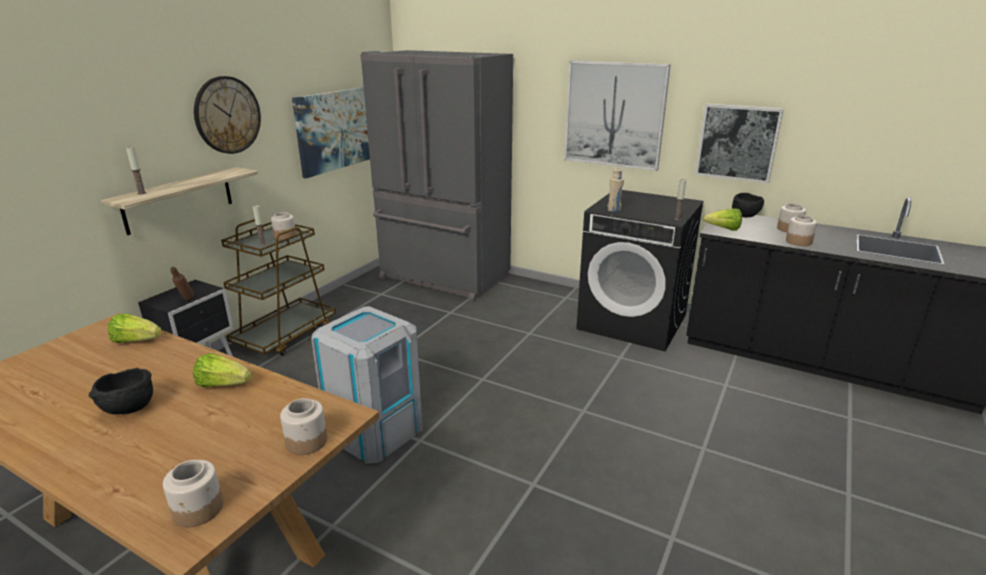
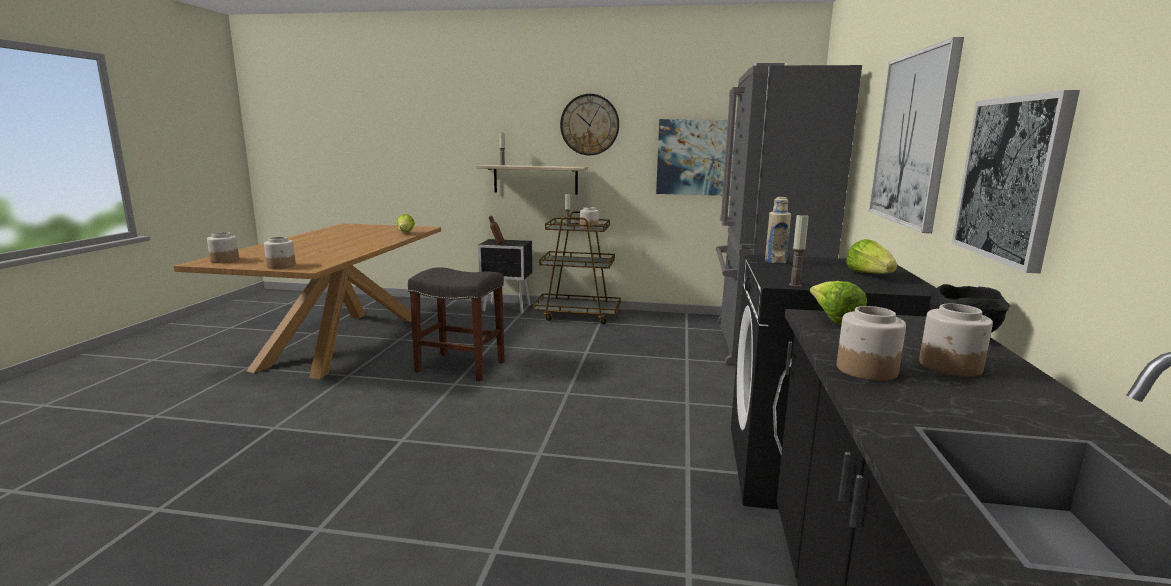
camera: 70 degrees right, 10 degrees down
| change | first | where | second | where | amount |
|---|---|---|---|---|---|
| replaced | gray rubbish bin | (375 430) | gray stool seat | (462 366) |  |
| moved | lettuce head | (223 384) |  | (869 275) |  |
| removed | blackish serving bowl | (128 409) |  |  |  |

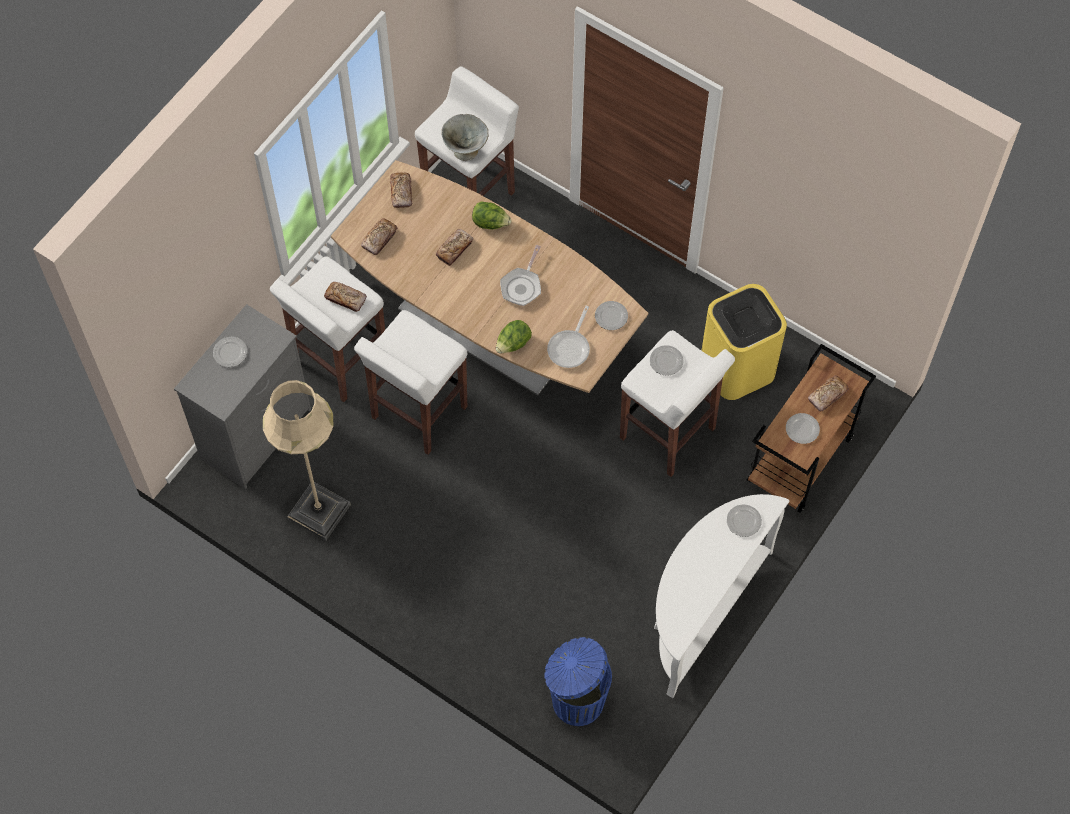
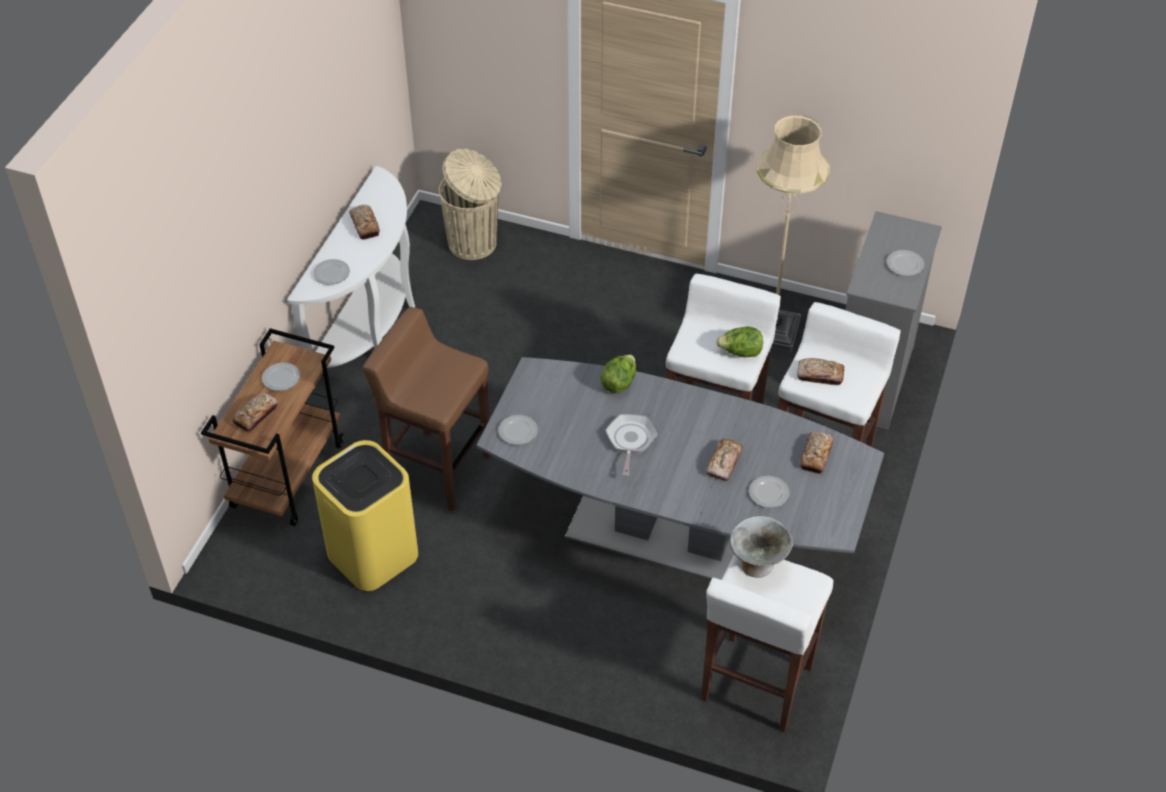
camera: 165 degrees right, 15 degrees down
| change | first | where | second | where | amount |
|---|---|---|---|---|---|
| moved | bread | (401 192) |  | (364 225) |  |
| recoloured | whitish stool seat | (668 434) | brown stool seat | (437 470) |  |
| recoloured | bluish rubbish bin | (576 700) | beige rubbish bin | (474 243) |  |
| recoloured | brown dinner table | (487 327) | gray dinner table | (673 533) |  |
| moved | lettuce head | (490 223) |  | (740 353) |  |
| moved | dinner plate | (666 361) |  | (768 493) |  |
| removed | frying pan | (570 347) |  |  |  |

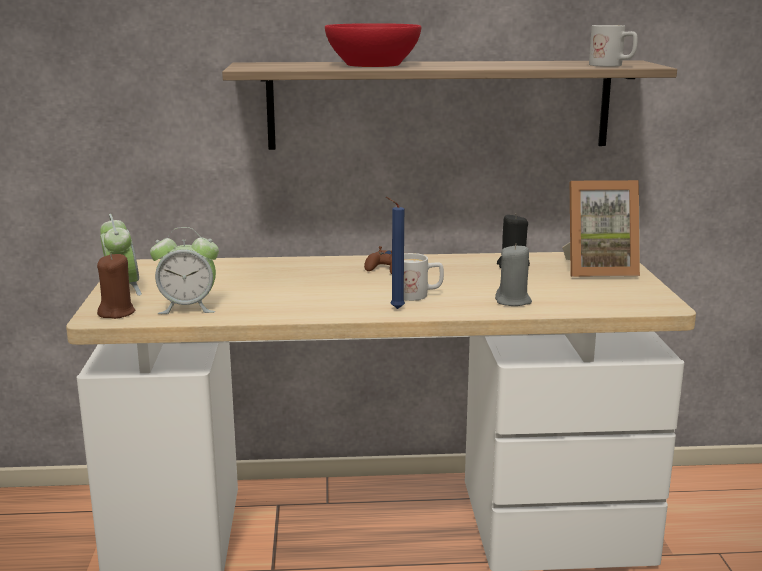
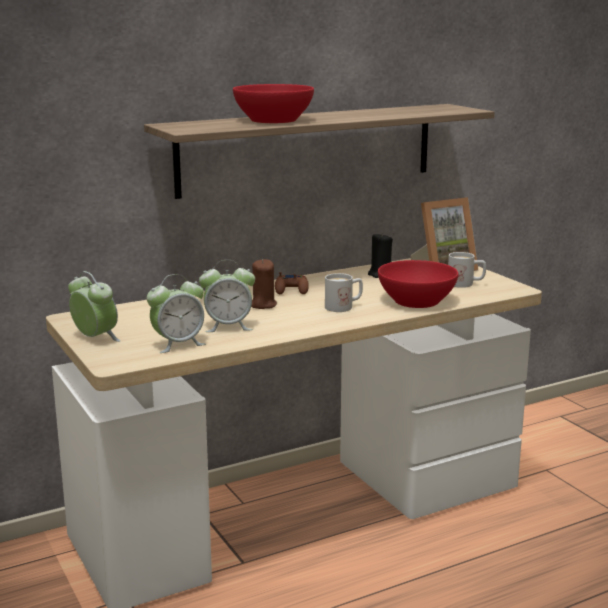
camera: 25 degrees left, 0 degrees up
| change | first | where | second | where | amount |
|---|---|---|---|---|---|
| added |  |  | table clock | (228 326) |  |
| moved | brown wax light | (117 313) |  | (263 305) |  |
| replaced | gray wax light | (513 301) | red-coloured serving bowl | (416 301) |  |
| moved | whitish coffee mug | (612 65) |  | (466 284) |  |
| removed | bluish wax light | (395 309) |  |  |  |

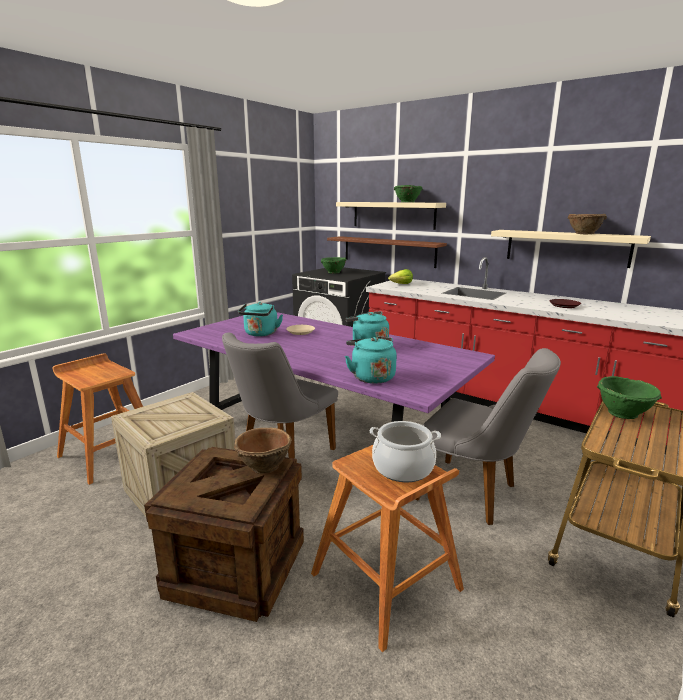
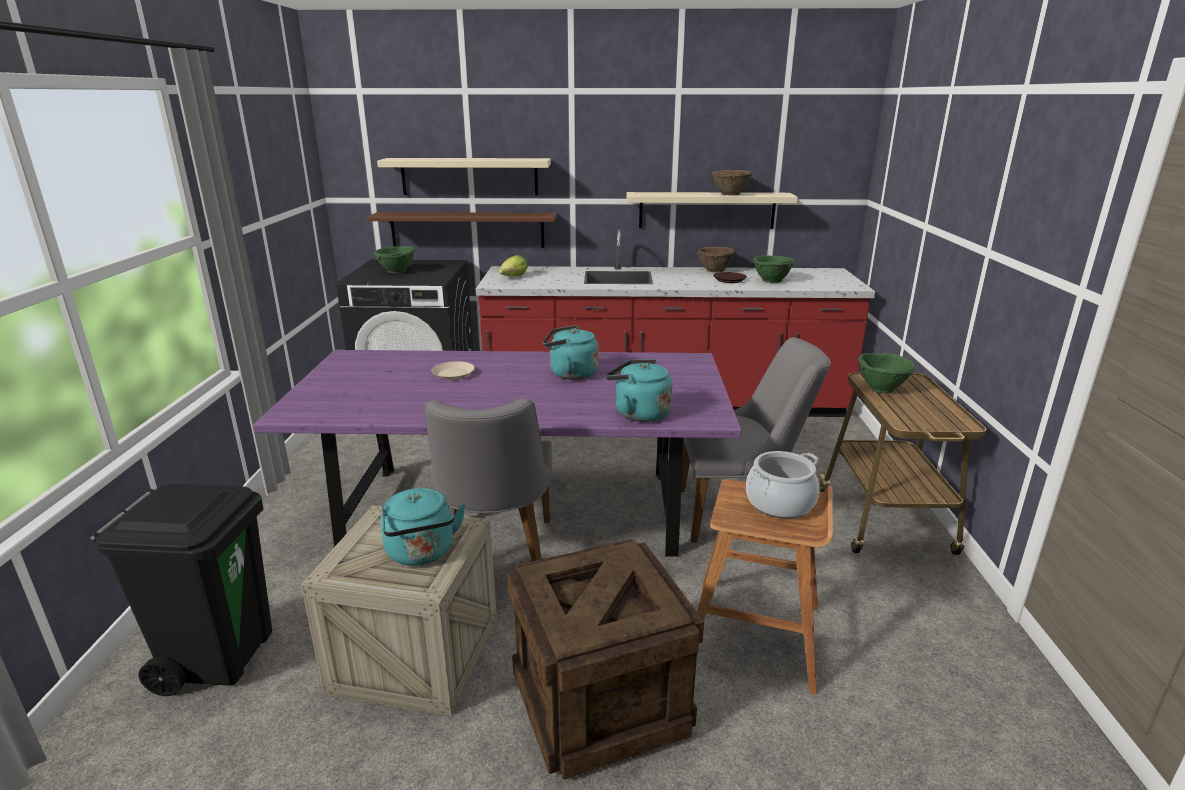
camera: 35 degrees left, 5 degrees up
| change | first | where | second | where | amount |
|---|---|---|---|---|---|
| replaced | brown stool seat | (110 453) | blackish rubbish bin | (220 657) |  |
| moved | turquoise tea kettle | (260 334) |  | (422 553) |  |
| moved | brown serving bowl | (264 466) |  | (714 270) |  |
| moved | greenish serving bowl | (407 202) |  | (771 280) |  |

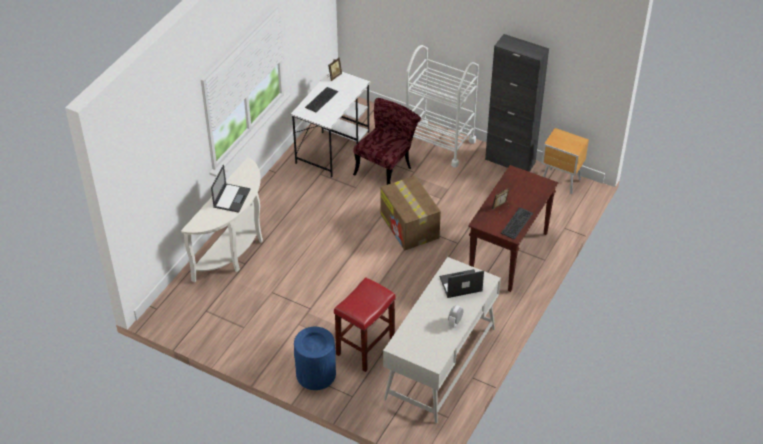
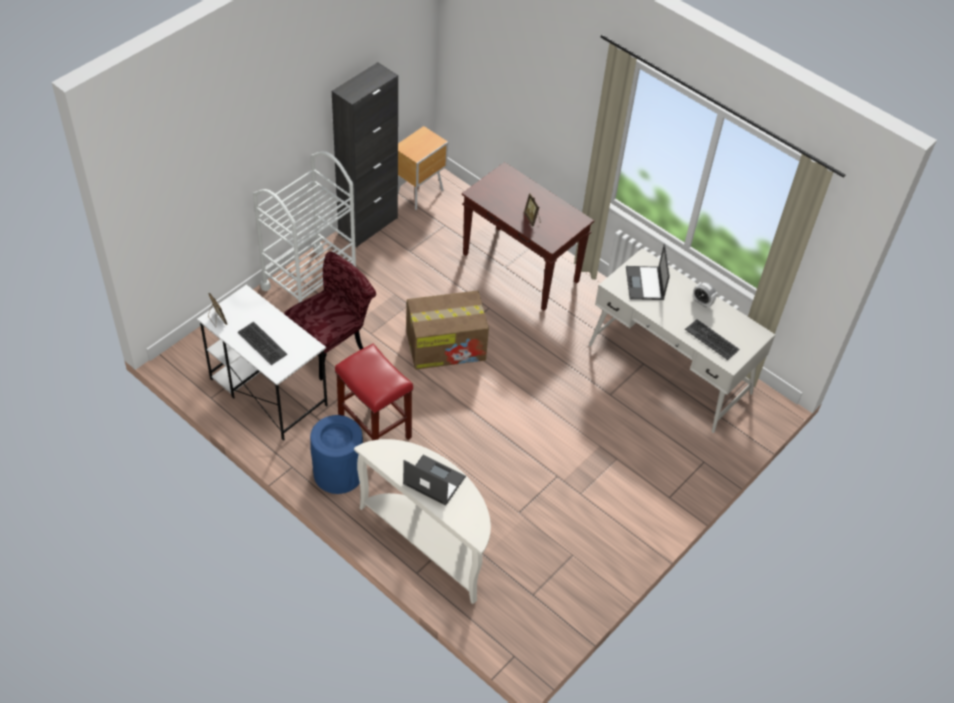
camera: 80 degrees left, 5 degrees up
| change | first | where | second | where | amount |
|---|---|---|---|---|---|
| turned | red-coloured upright chair | (386 168) |  | (332 344) | 90 degrees clockwise |
| moved | bluish rubbish bin | (316 374) |  | (338 472) |  |
| moved | red-coloured stool seat | (365 347) |  | (373 429) |  |
| moved | keyboard | (517 223) |  | (712 339) |  |

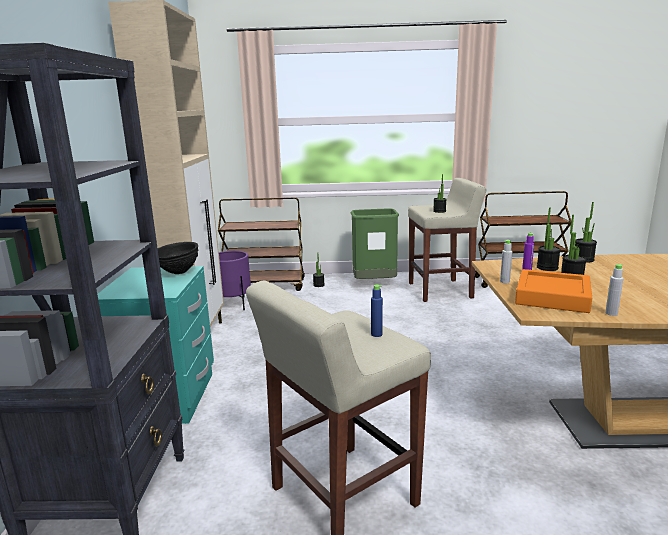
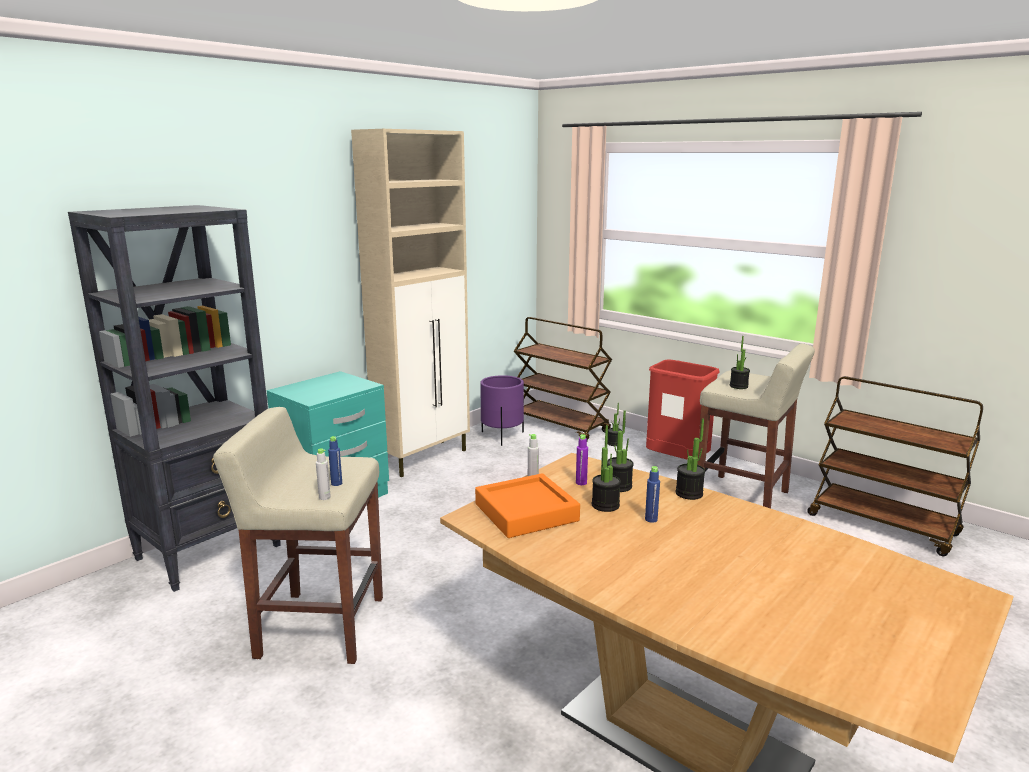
camera: 40 degrees right, 0 degrees up
| change | first | where | second | where | amount |
|---|---|---|---|---|---|
| moved | gray drink bottle | (611 313) |  | (324 497) |  |
| added |  |  | bluish drink bottle | (651 519) |  |
| recoloured | greenish rubbish bin | (374 284) | red-coloured rubbish bin | (677 462) |  |
| removed | blackish serving bowl | (178 273) |  |  |  |

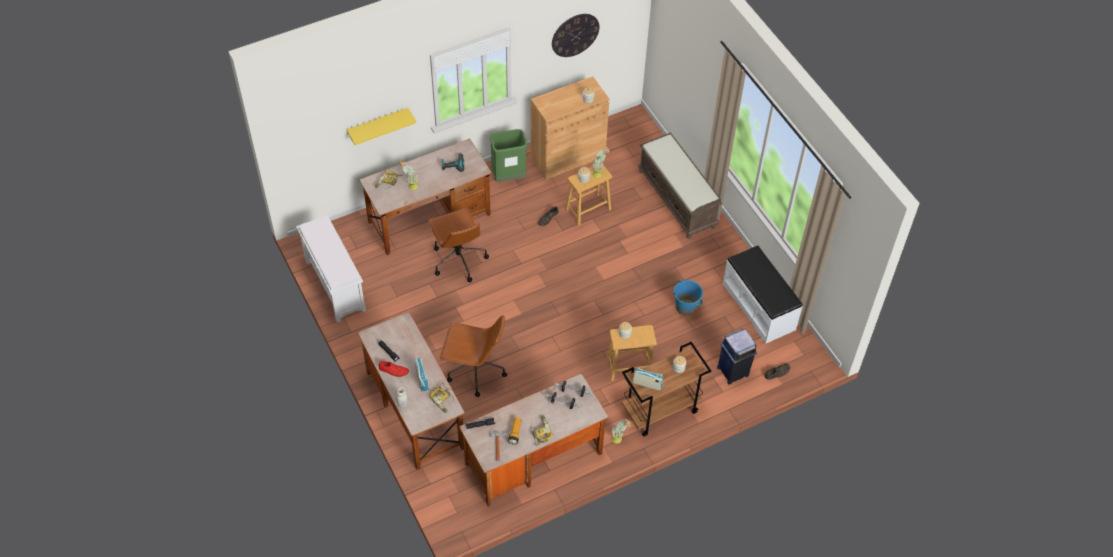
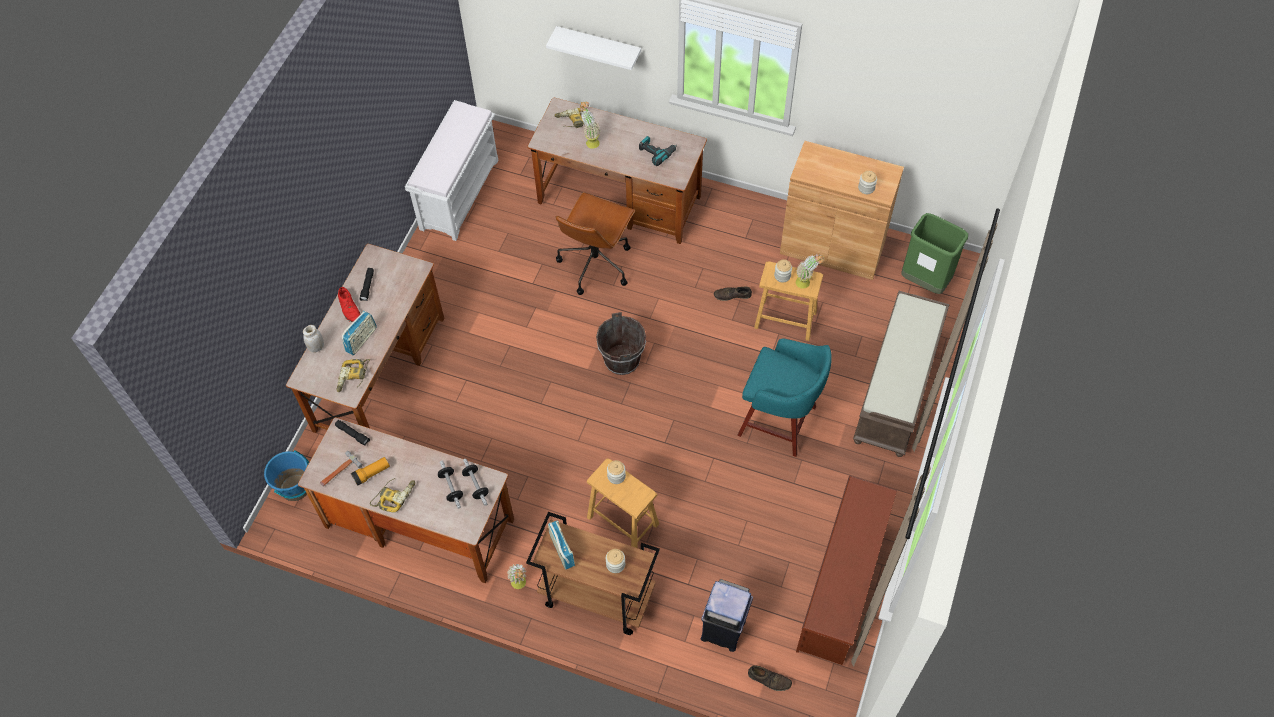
camera: 50 degrees right, 5 degrees up
| change | first | where | second | where | amount |
|---|---|---|---|---|---|
| moved | bluish pail | (686 307) |  | (295 488) |  |
| recoloured | yellowish wall shelf | (378 125) | whitish wall shelf | (599 47) |  |
| added |  |  | brown pail | (622 360) |  |
| added |  |  | turquoise stool seat | (779 422) |  |
| replaced | whitish long seat | (759 306) | brown shoe rack | (841 587) |  |
| moved | greenish rubbish bin | (509 177) |  | (925 281) |  |
| removed | brown office chair | (474 371) |  |  |  |
| removed | clock on the wall | (575 35) |  |  |  |

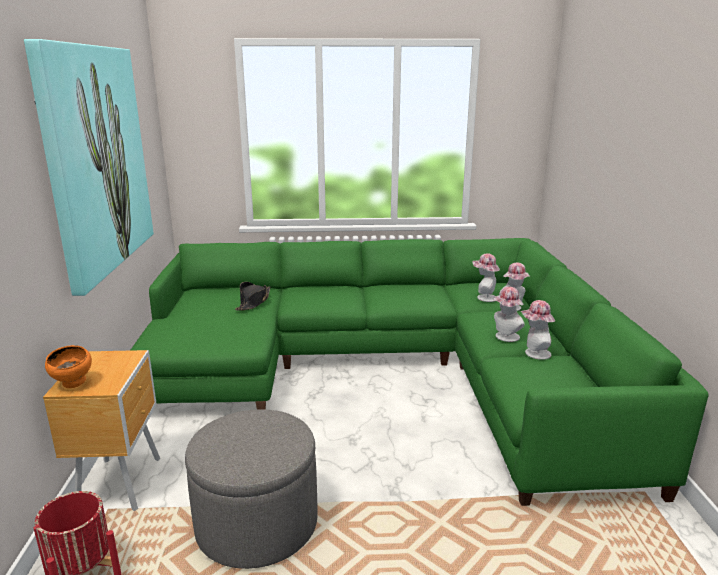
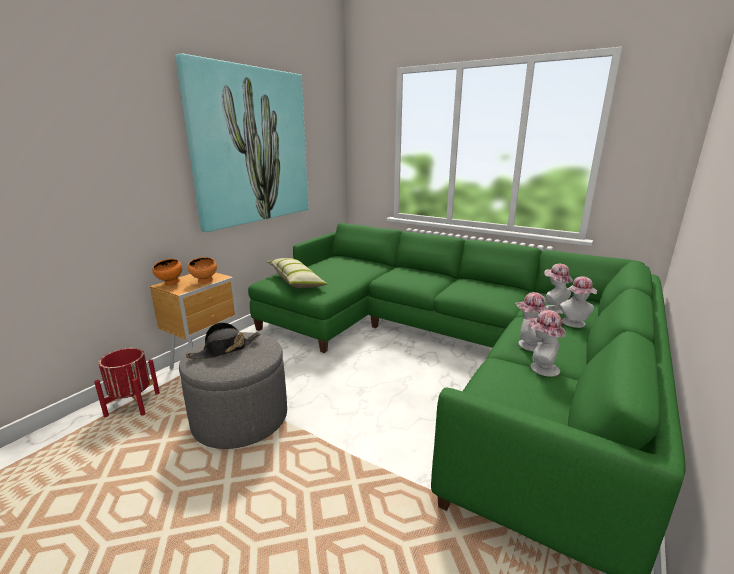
camera: 35 degrees right, 0 degrees up
| change | first | where | second | where | amount |
|---|---|---|---|---|---|
| moved | blackish clothing hat | (253 302) |  | (225 349) |  |
| added |  |  | orange-coloured serving bowl | (205 282) |  |
| added |  |  | throw pillow | (296 281) |  |

